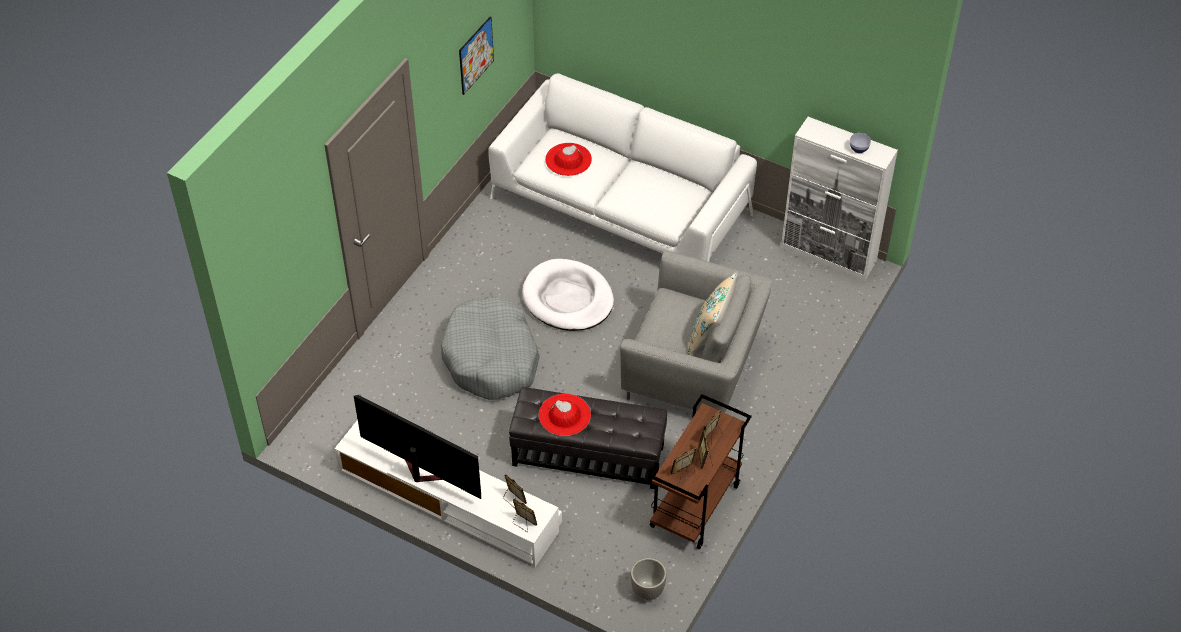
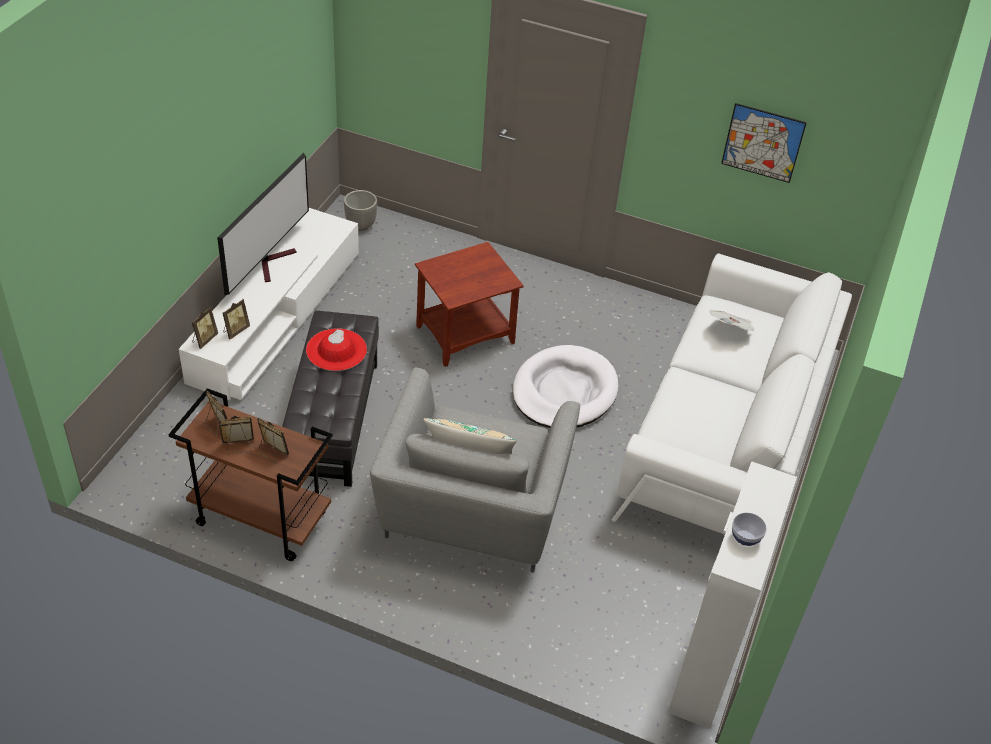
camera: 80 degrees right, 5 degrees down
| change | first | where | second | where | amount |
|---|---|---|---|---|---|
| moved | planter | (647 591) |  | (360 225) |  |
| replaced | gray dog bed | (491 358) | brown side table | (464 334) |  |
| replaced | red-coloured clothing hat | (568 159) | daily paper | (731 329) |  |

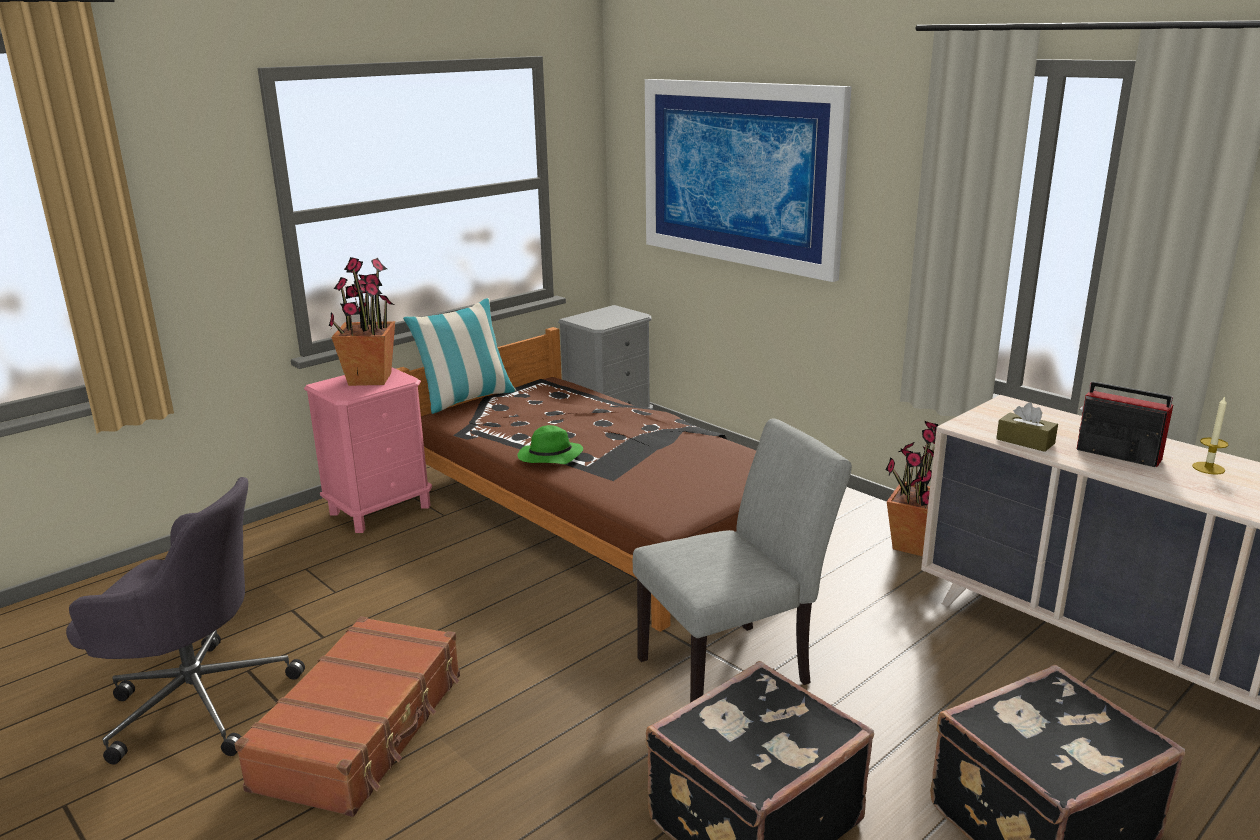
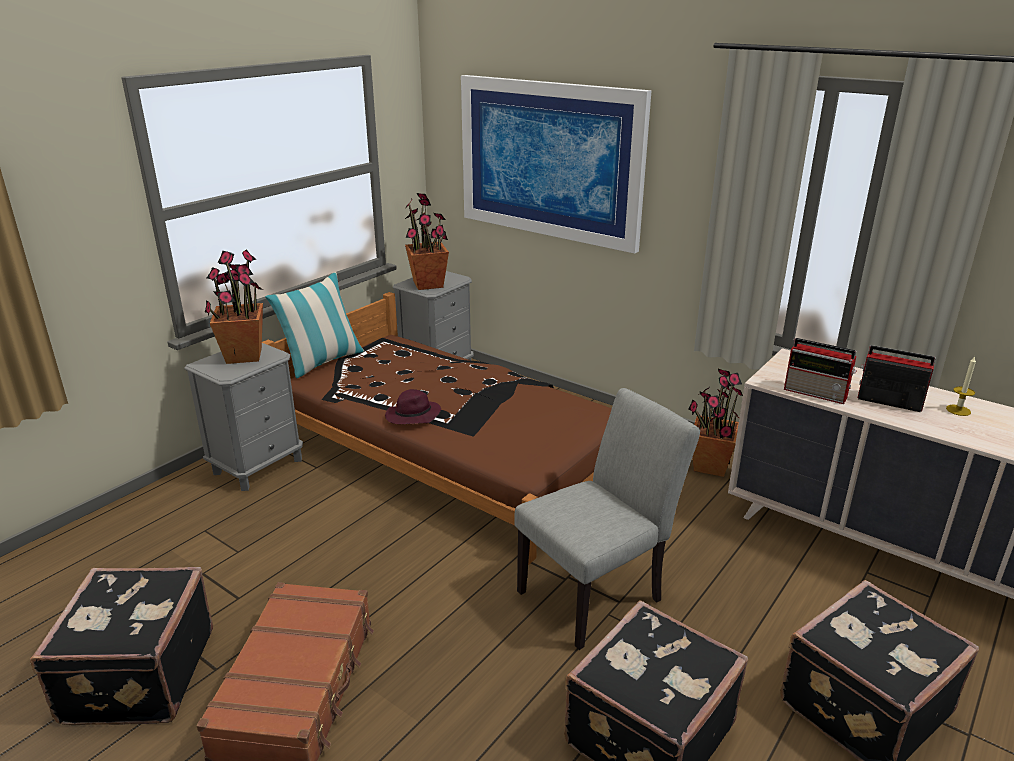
camera: 10 degrees left, 5 degrees up
| change | first | where | second | where | amount |
|---|---|---|---|---|---|
| replaced | gray office chair | (196 702) | blackish piece of luggage | (137 676) |  |
| recoloured | pinkish bedside table | (380 509) | gray bedside table | (258 466) |  |
| recoloured | greenish clothing hat | (549 457) | purple-coloured clothing hat | (412 416) |  |
| added |  |  | houseplant | (428 284) |  |
| replaced | brown tissue box | (1025 441) | radio receiver | (817 393) |  |

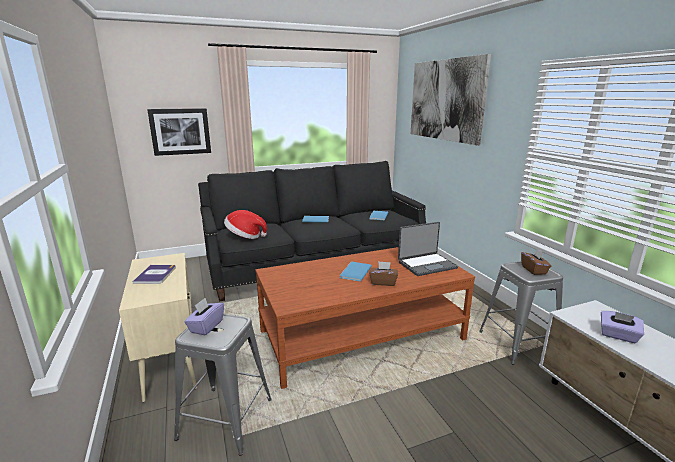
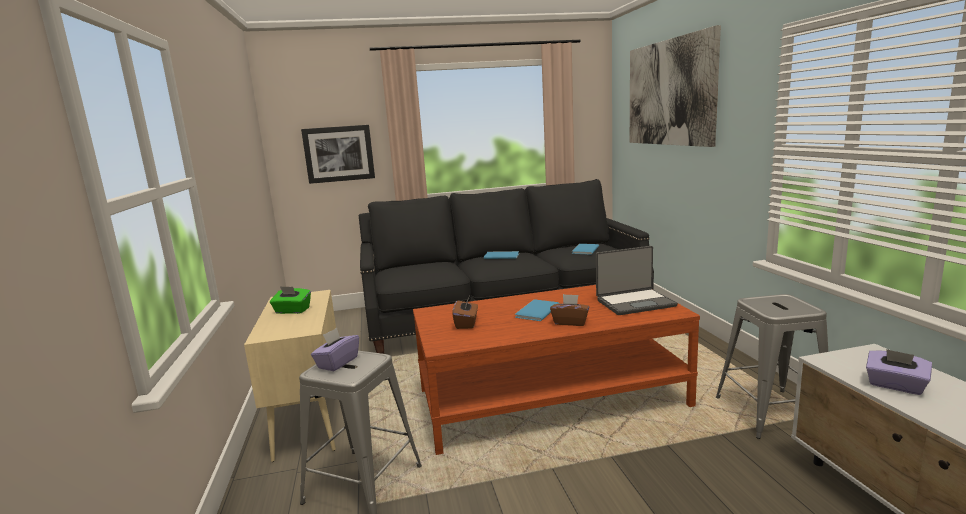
camera: 10 degrees right, 5 degrees down
| change | first | where | second | where | amount |
|---|---|---|---|---|---|
| replaced | bound book | (155 274) | greenish tissue box | (292 311) |  |
| moved | brown tissue box | (534 270) |  | (466 323) |  |
| removed | clothing hat | (245 236) |  |  |  |

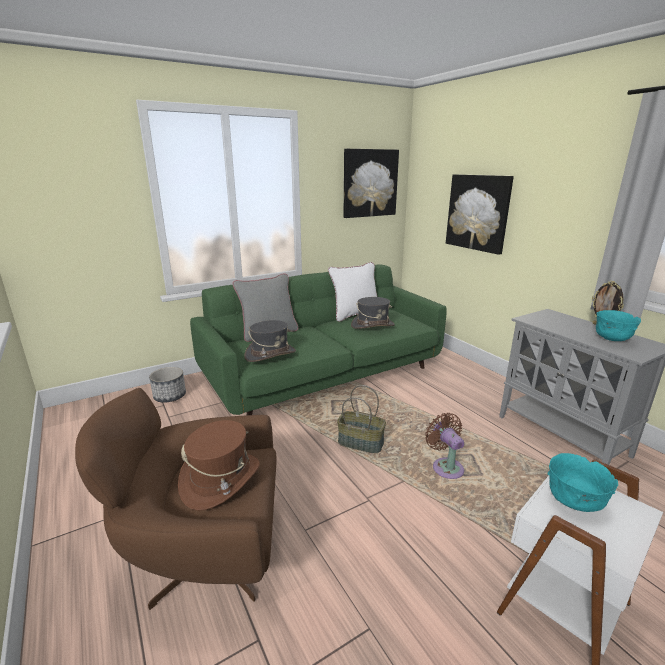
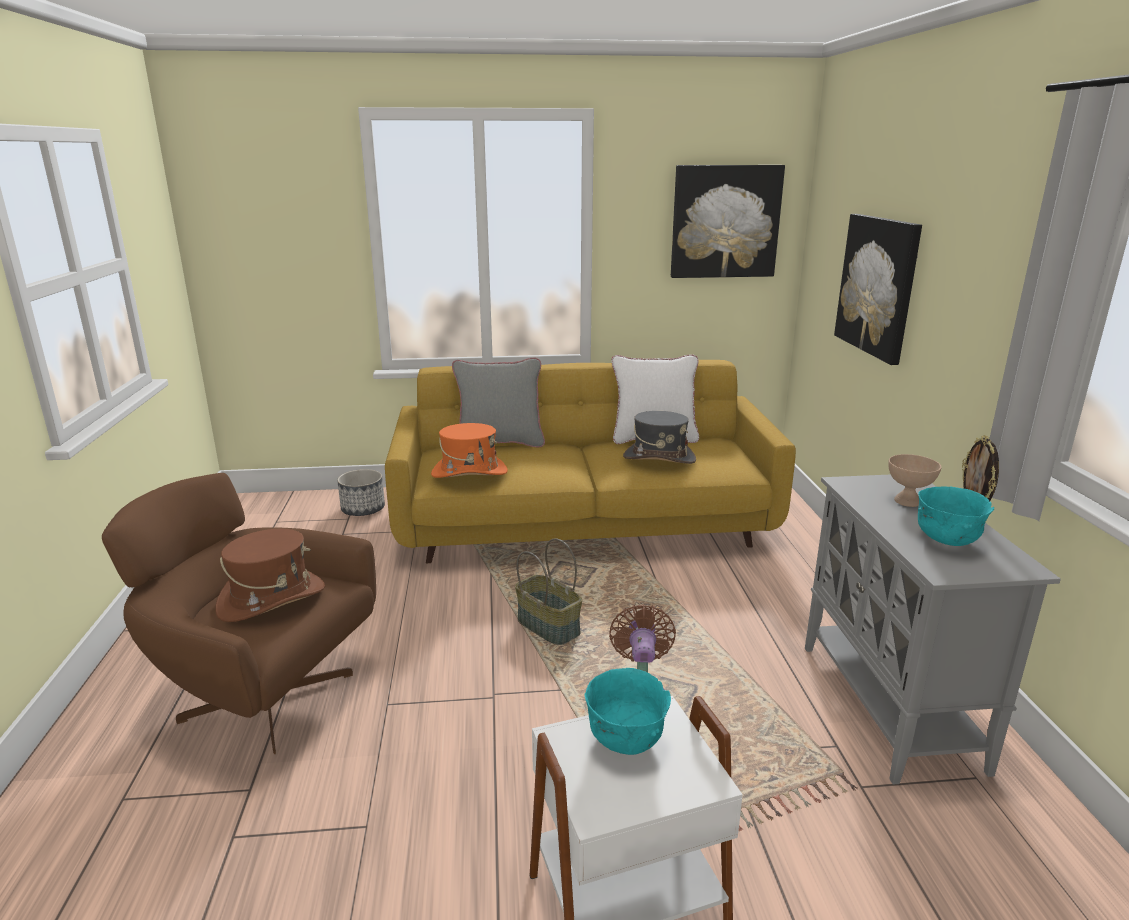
camera: 25 degrees right, 0 degrees up
| change | first | where | second | where | amount |
|---|---|---|---|---|---|
| recoloured | greenish settee | (325 375) | yellowish settee | (585 524) |  |
| recoloured | gray clothing hat | (270 354) | orange-coloured clothing hat | (469 472) |  |
| added |  |  | beige serving bowl | (908 501) |  |

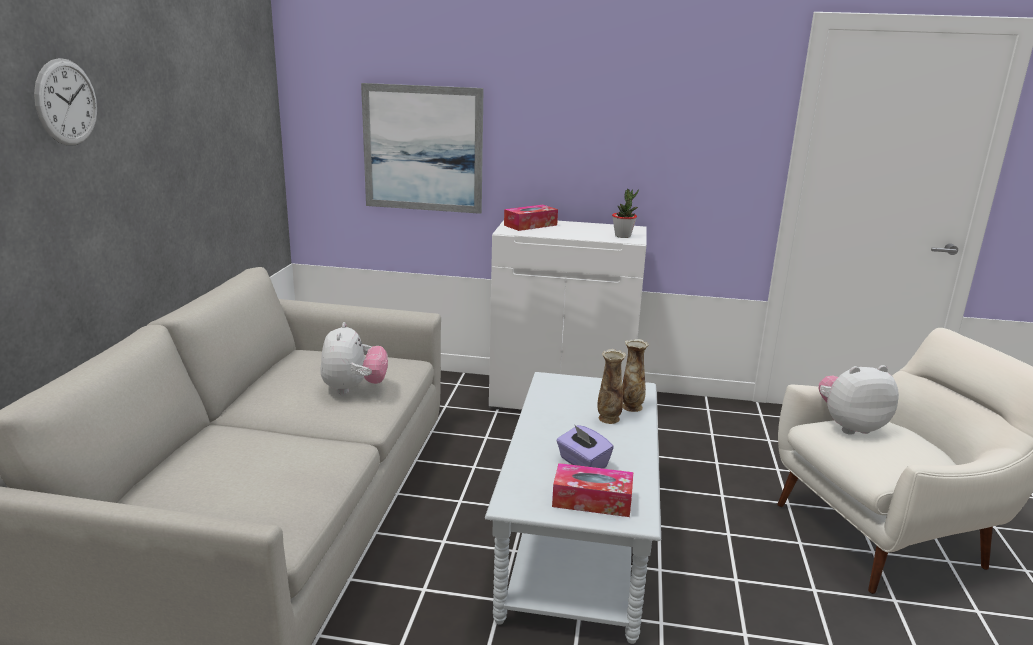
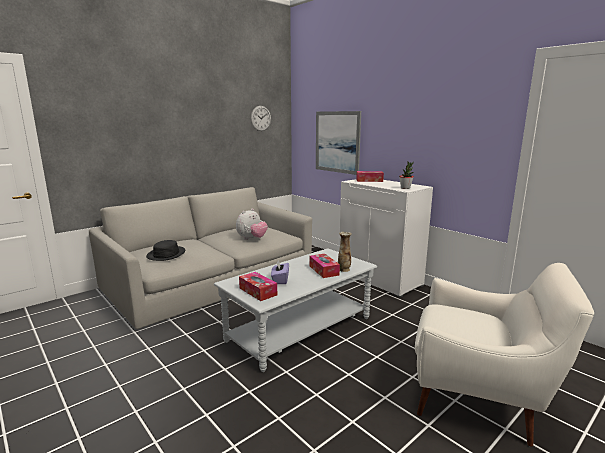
camera: 40 degrees right, 5 degrees down
| change | first | where | second | where | amount |
|---|---|---|---|---|---|
| added |  |  | blackish clothing hat | (166 254) |  |
| moved | clock on the wall | (66 102) |  | (261 118) |  |
| replaced | vase | (608 419) | tissue box | (324 270) |  |
| removed | cuddly toy | (849 426) |  |  |  |

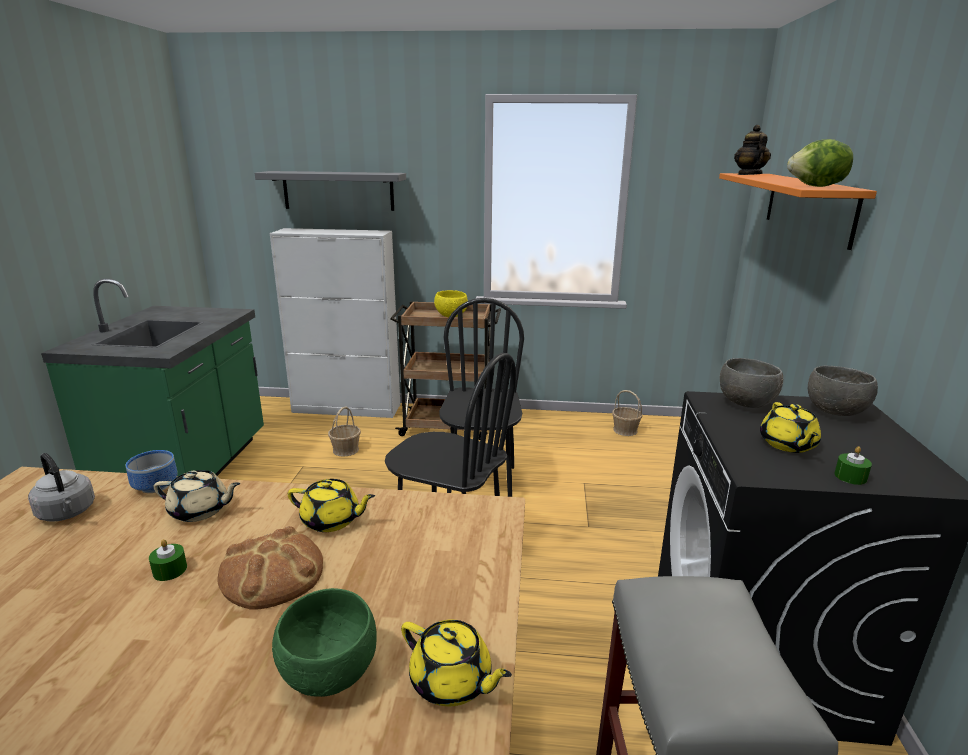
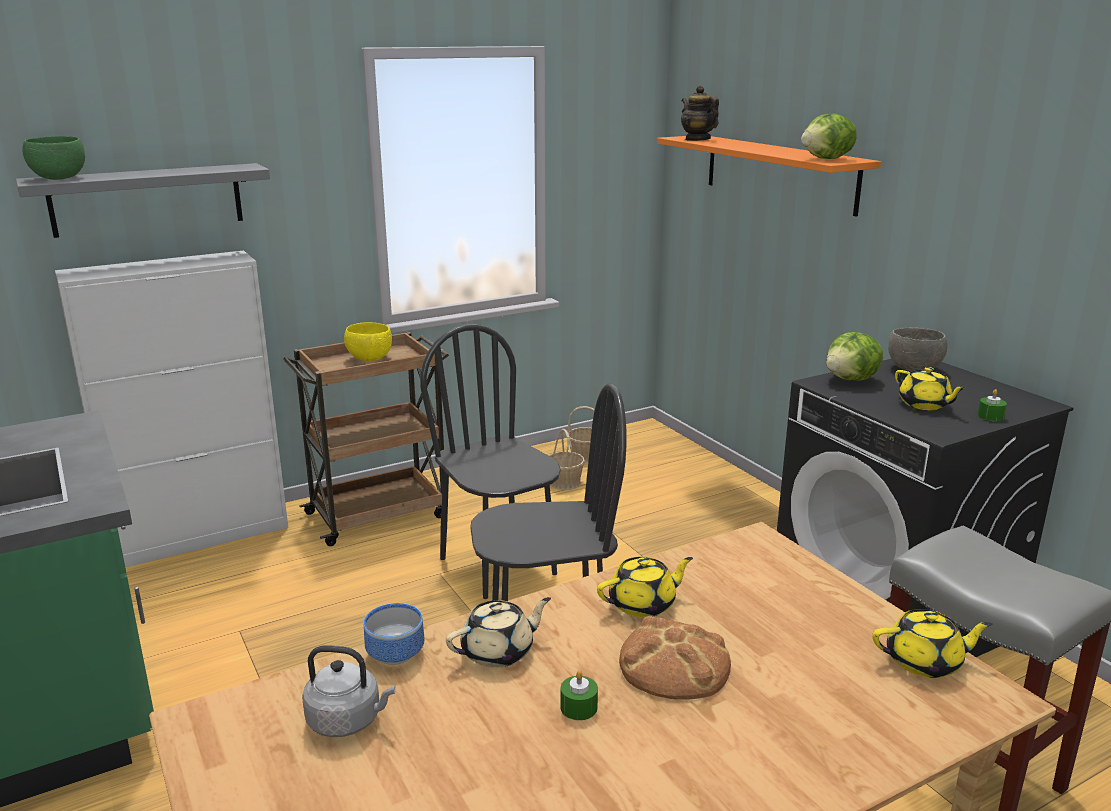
camera: 35 degrees left, 0 degrees up
| change | first | where | second | where | amount |
|---|---|---|---|---|---|
| moved | greenish serving bowl | (328 673) |  | (58 178) |  |
| moved | basket | (346 450) |  | (565 482) |  |
| replaced | gray serving bowl | (746 404) | lettuce head | (851 380) |  |

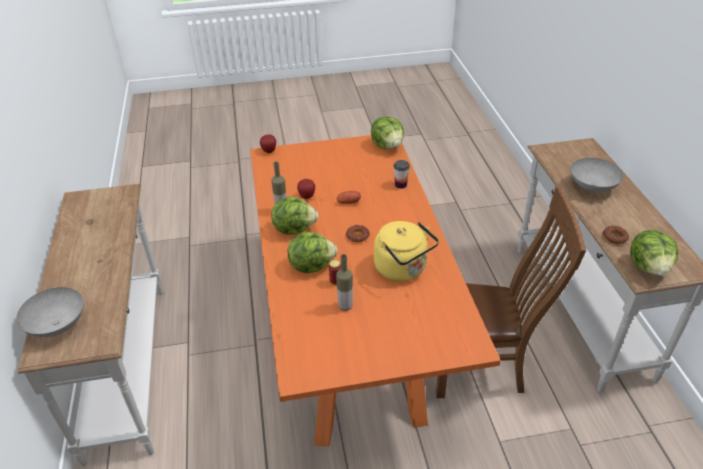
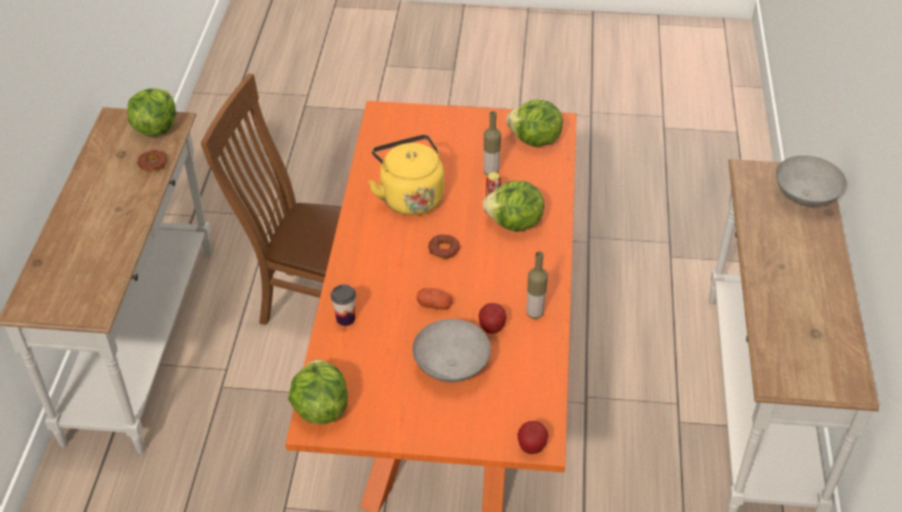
camera: 165 degrees left, 5 degrees up
| change | first | where | second | where | amount |
|---|---|---|---|---|---|
| moved | gray serving bowl | (593 187) |  | (450 366) |  |
| moved | lettuce head | (294 228) |  | (534 140) |  |

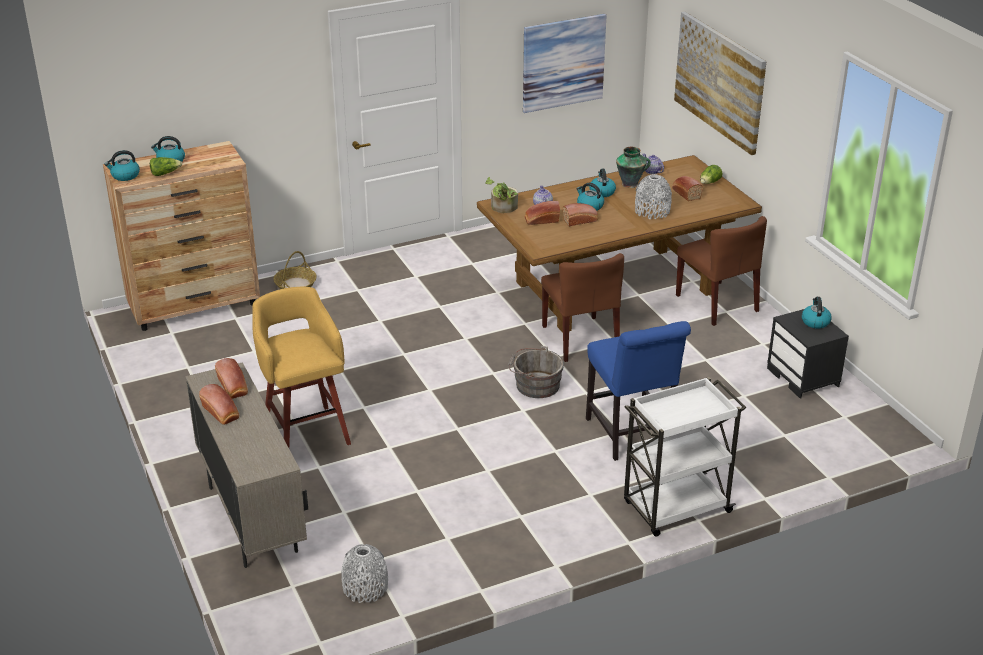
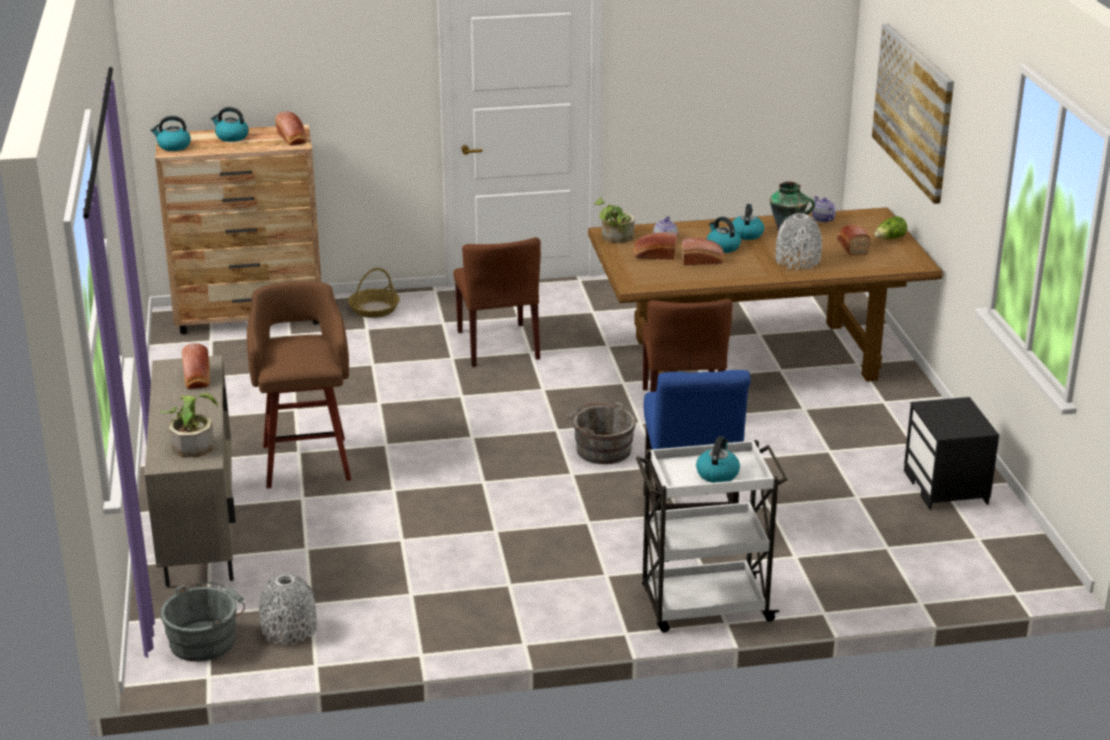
camera: 15 degrees right, 5 degrees down
| change | first | where | second | where | amount |
|---|---|---|---|---|---|
| added |  |  | houseplant | (193 443) |  |
| added |  |  | gray pail | (206 640) |  |
| recoloured | yellowish stool seat | (306 432) | brown stool seat | (306 460) |  |
| moved | bread | (221 413) |  | (292 139) |  |
| moved | brown upright chair | (717 303) |  | (498 345) |  |
| moved | tea kettle | (815 322) |  | (717 474) |  |
| removed | lettuce head | (165 173) |  |  |  |
| removed | wall picture | (563 62) |  |  |  |

